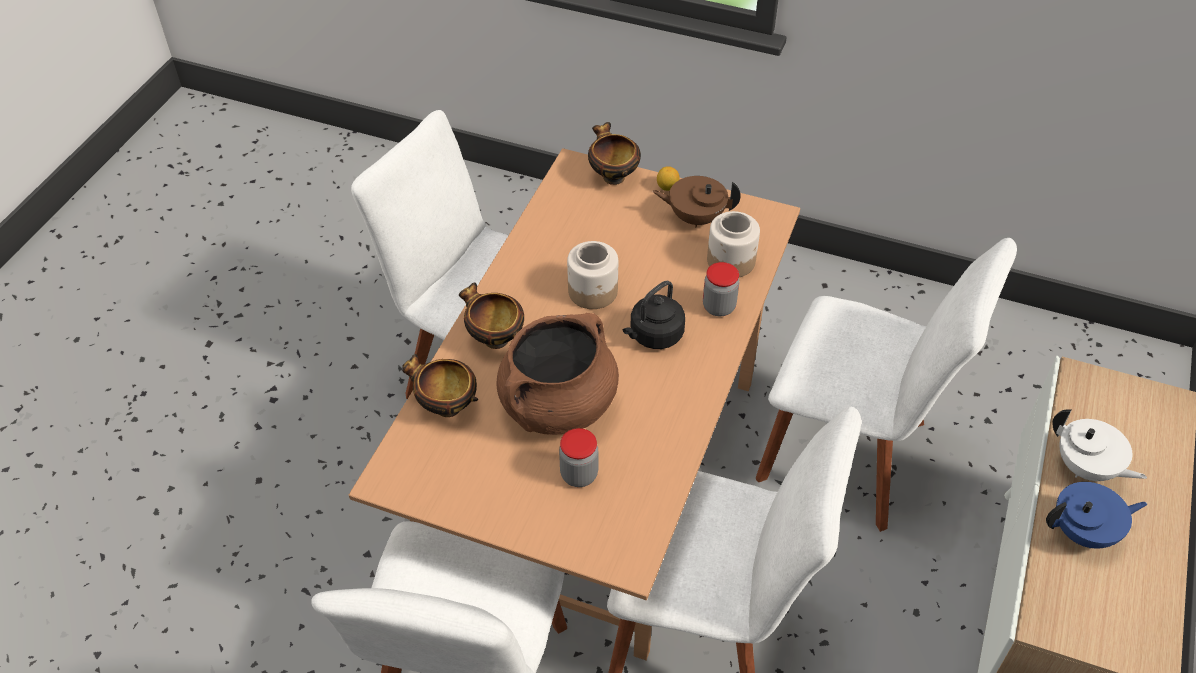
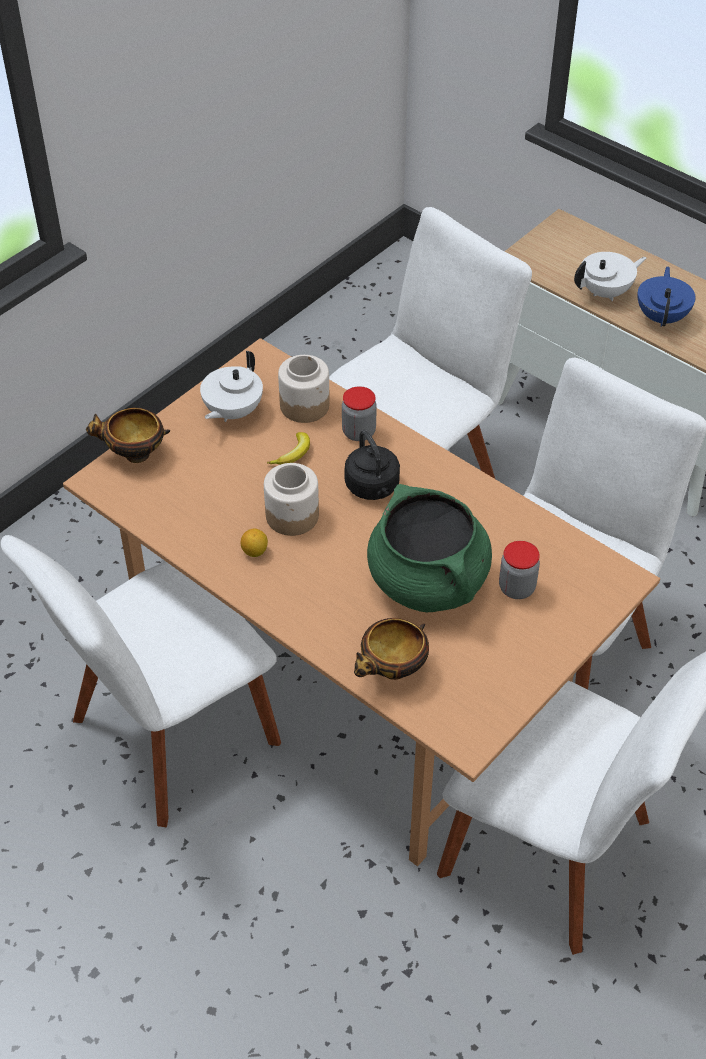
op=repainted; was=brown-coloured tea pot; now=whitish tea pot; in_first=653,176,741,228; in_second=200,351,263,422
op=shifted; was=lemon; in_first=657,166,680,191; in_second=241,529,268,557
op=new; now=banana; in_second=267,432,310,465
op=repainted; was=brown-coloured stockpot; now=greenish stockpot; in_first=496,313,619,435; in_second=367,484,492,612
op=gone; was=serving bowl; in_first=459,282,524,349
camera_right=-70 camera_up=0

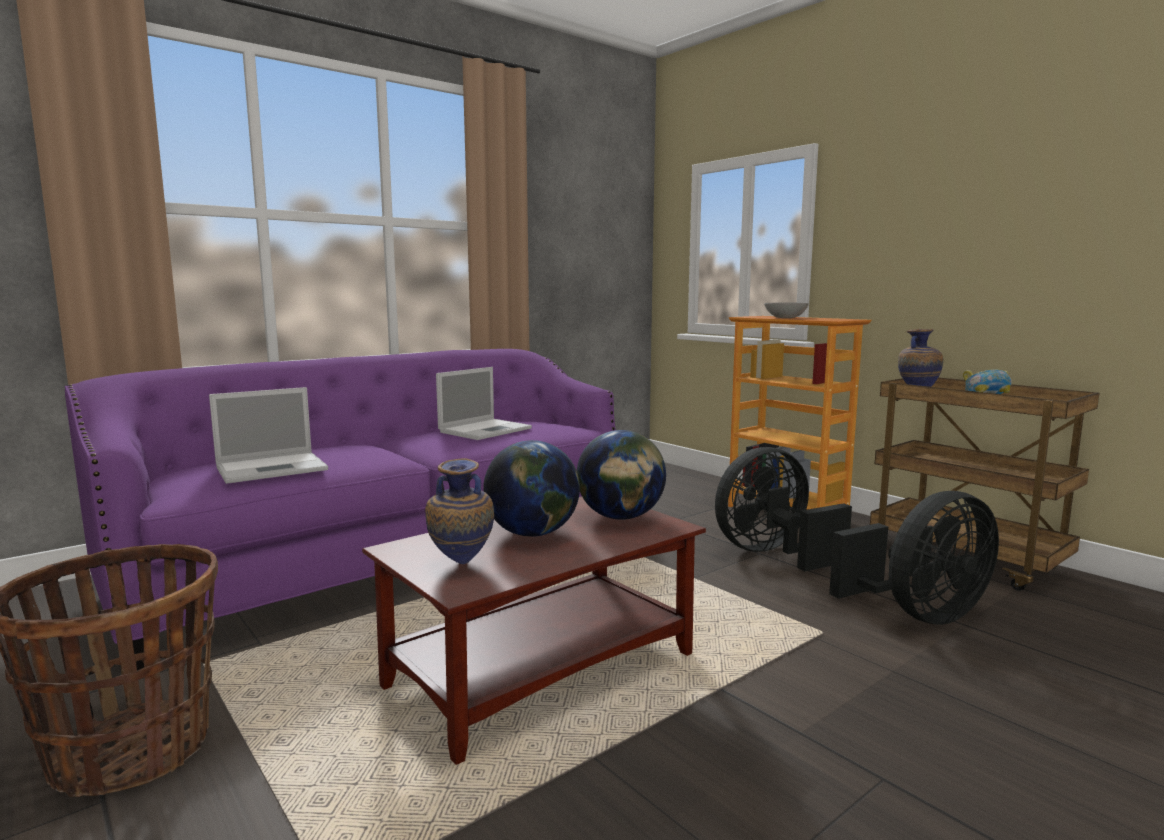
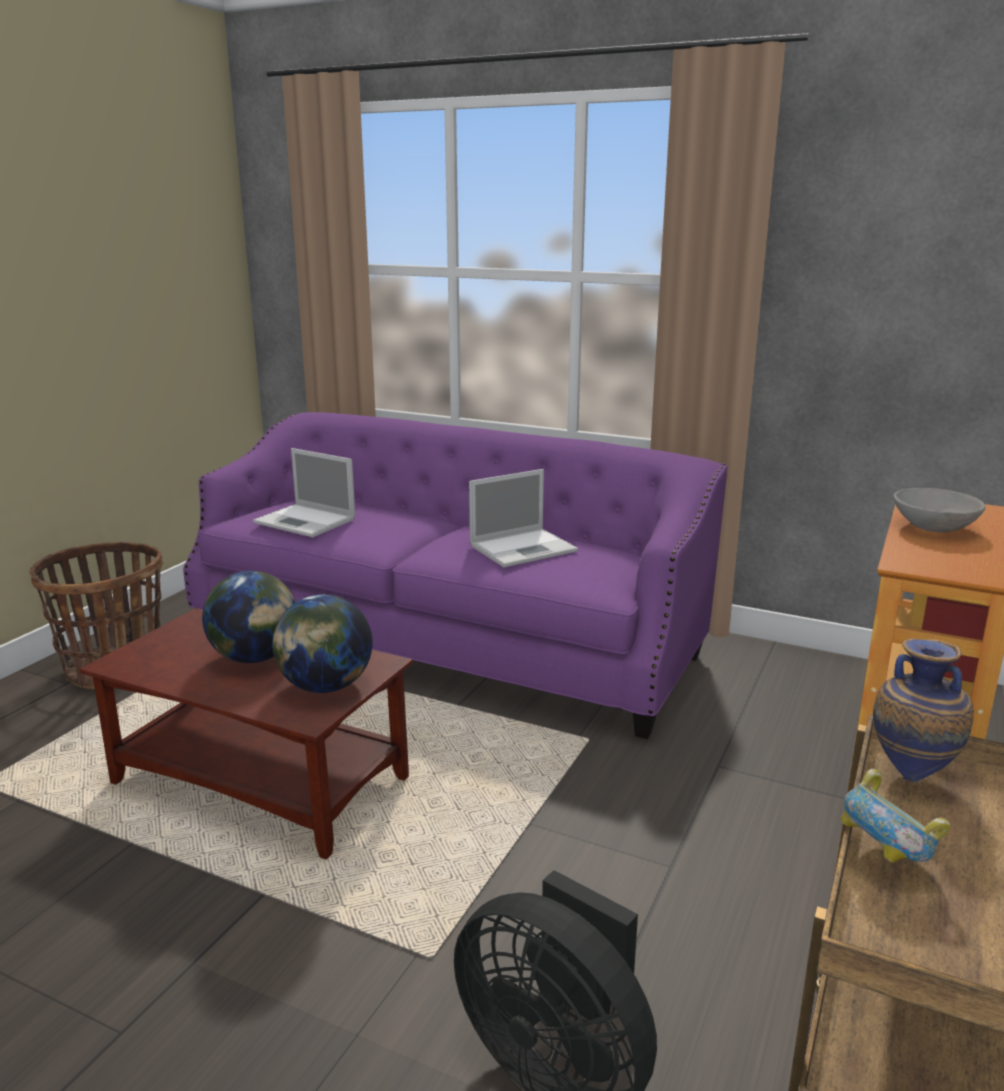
op=rotated; was=laptop; in_first=436,367,532,440; in_second=469,469,578,567; clockwise=-45
op=gone; was=flower vase; in_first=425,458,494,564
op=gone; was=blackish fan; in_first=715,447,852,571
camera_right=65 camera_up=10

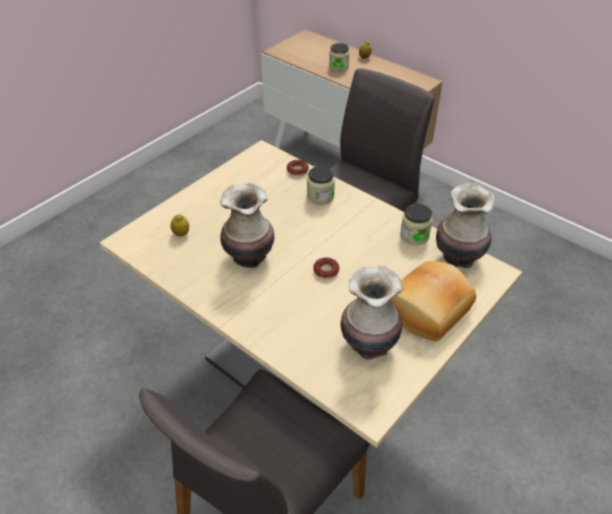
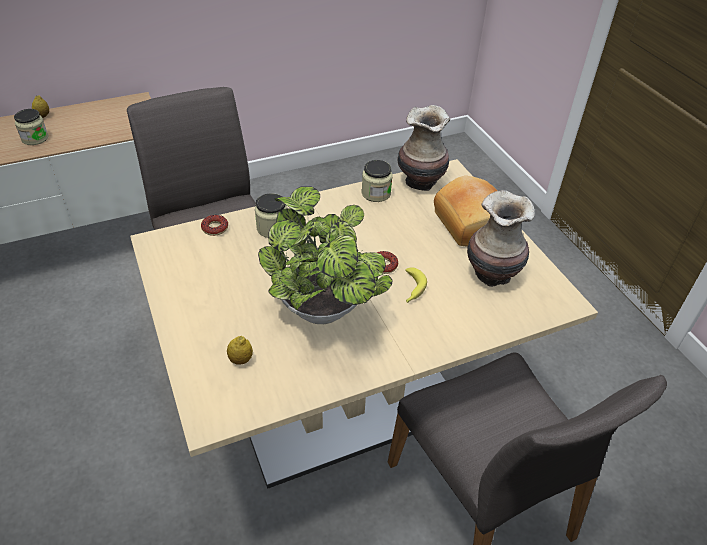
op=swapped; was=flower vase; now=plant in a pot; in_first=220,183,275,268; in_second=258,187,392,324
op=new; now=banana; in_second=406,267,427,303
camera_right=-65 camera_up=0

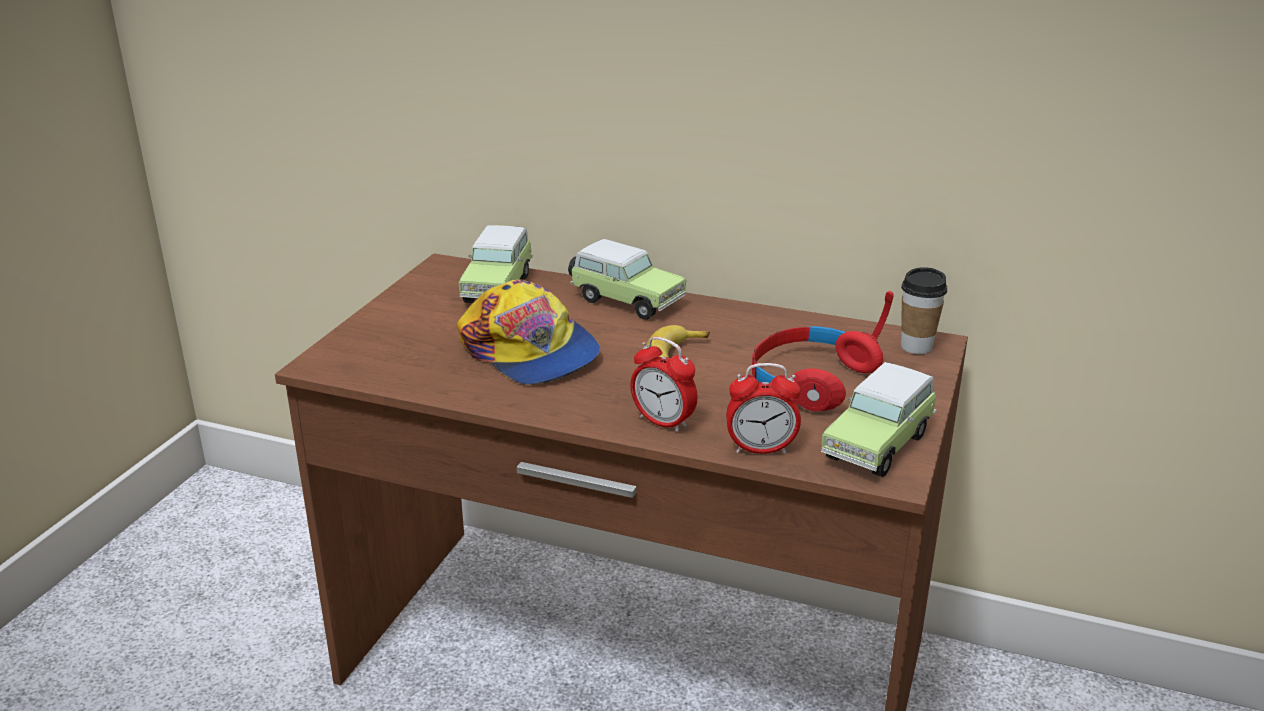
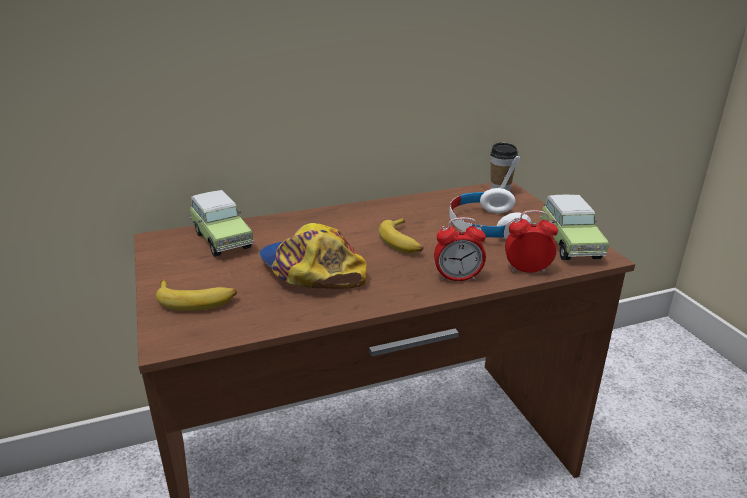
op=new; now=banana; in_second=156,280,237,311
op=rotated; was=cap; in_first=456,280,600,385; in_second=259,223,367,289; clockwise=-135
op=repainted; was=reddish headset; now=whitish headset; in_first=752,291,894,412; in_second=449,156,532,239
op=rotated; was=bedside clock; in_first=726,363,801,454; in_second=505,210,558,274; clockwise=-135
op=gone; was=miniature car; in_first=568,239,686,320
camera_right=-40 camera_up=0

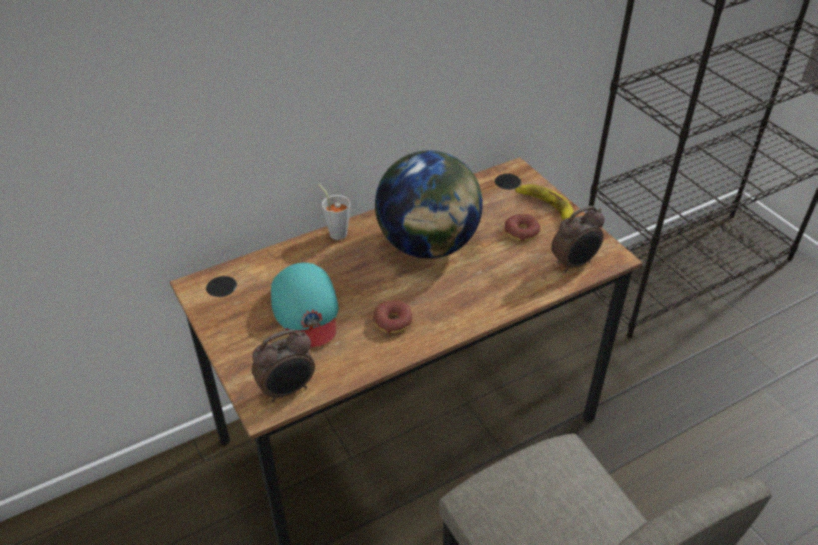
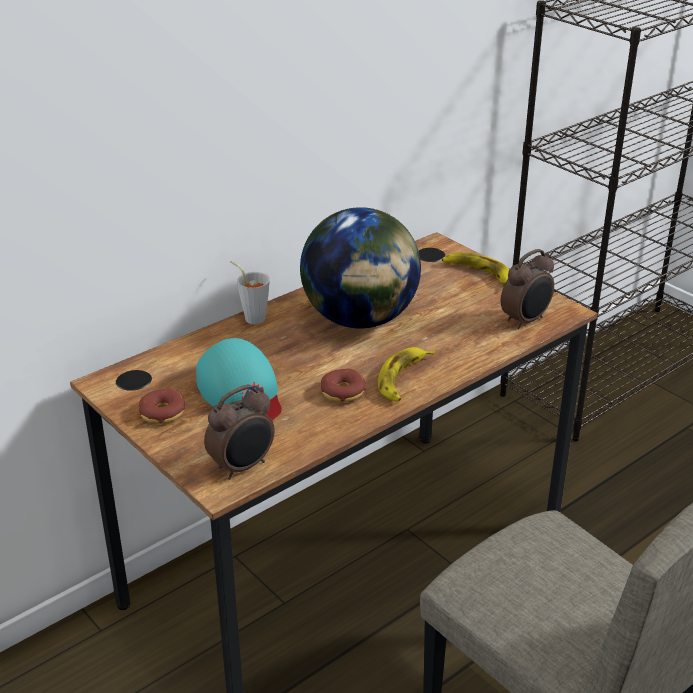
op=shifted; was=donut; in_first=505,214,540,241; in_second=139,388,185,424
op=new; now=banana; in_second=378,347,435,402
camera_right=-10 camera_up=-10

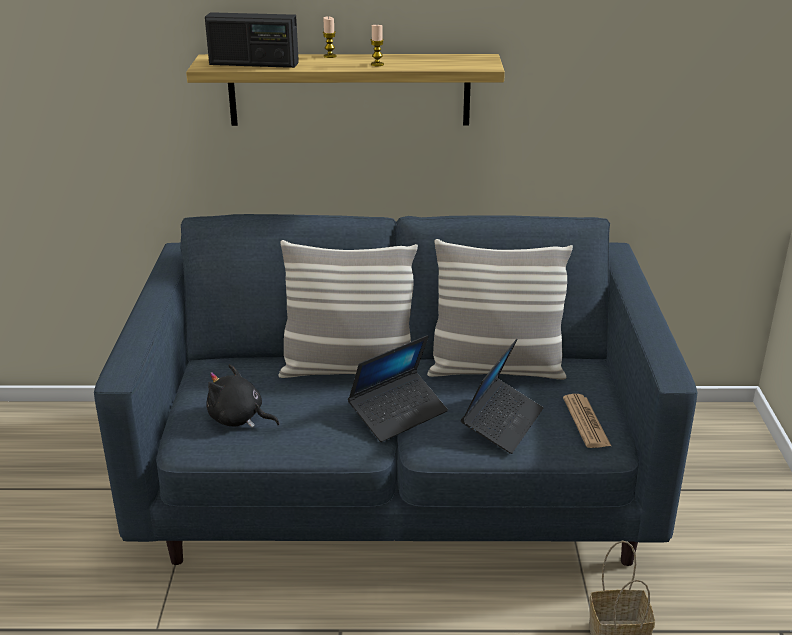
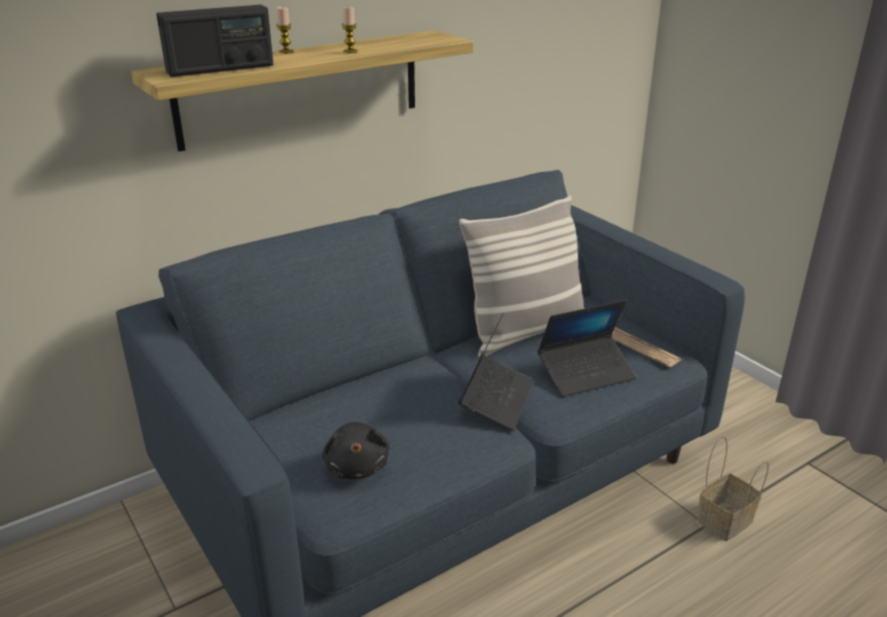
op=rotated; was=blackish soft toy; in_first=206,364,280,428; in_second=322,422,390,479; clockwise=-90
op=rotated; was=laptop; in_first=461,339,543,454; in_second=537,300,636,397; clockwise=75
op=gone; was=cushion; in_first=278,240,418,378
camera_right=-35 camera_up=0

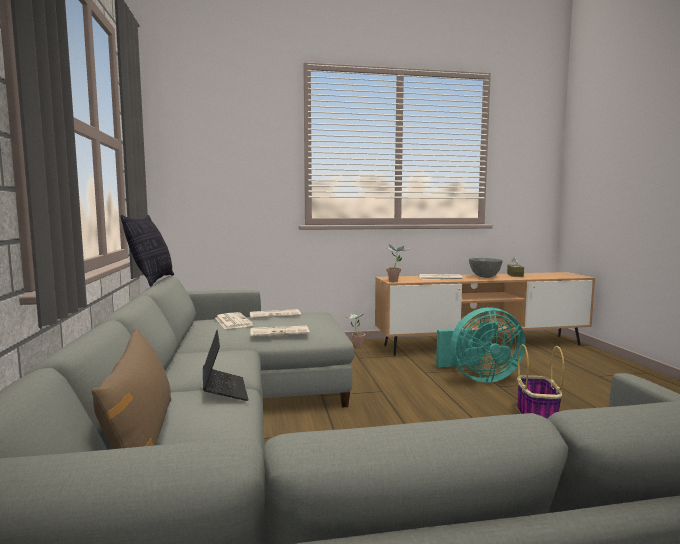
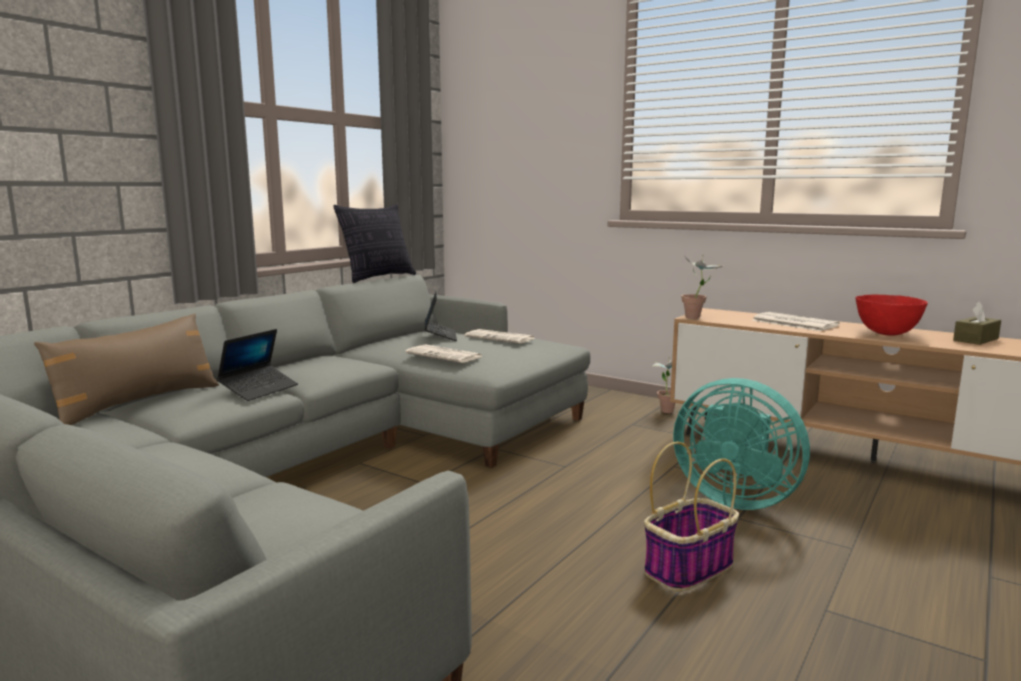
op=swapped; was=printed paper; now=laptop; in_first=215,312,254,329; in_second=425,292,457,341
op=repainted; was=gray serving bowl; now=reddish serving bowl; in_first=469,258,503,278; in_second=856,295,928,335
camera_right=45 camera_up=5

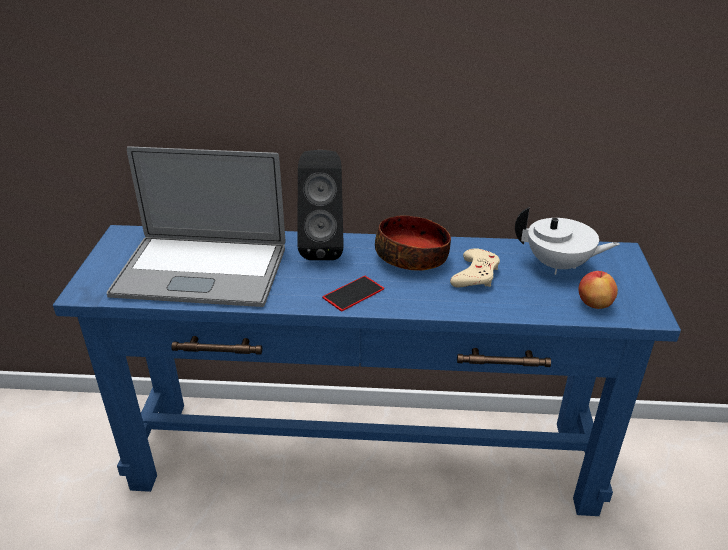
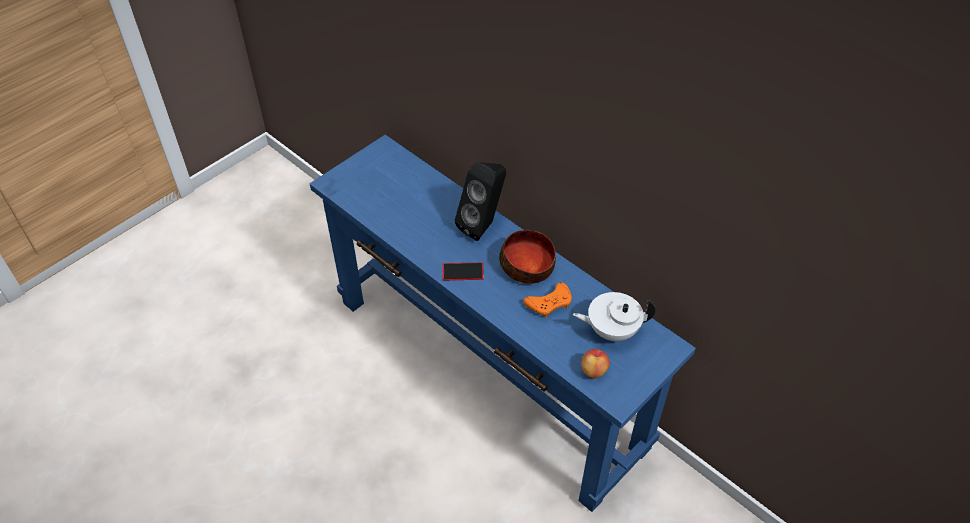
op=repainted; was=beige game controller; now=orangey game controller; in_first=450,248,500,287; in_second=524,282,572,318
op=rotated; was=whitish tea pot; in_first=515,207,620,275; in_second=573,292,655,341; clockwise=120
op=gone; was=laptop; in_first=107,146,285,307
camera_right=40 camera_up=15

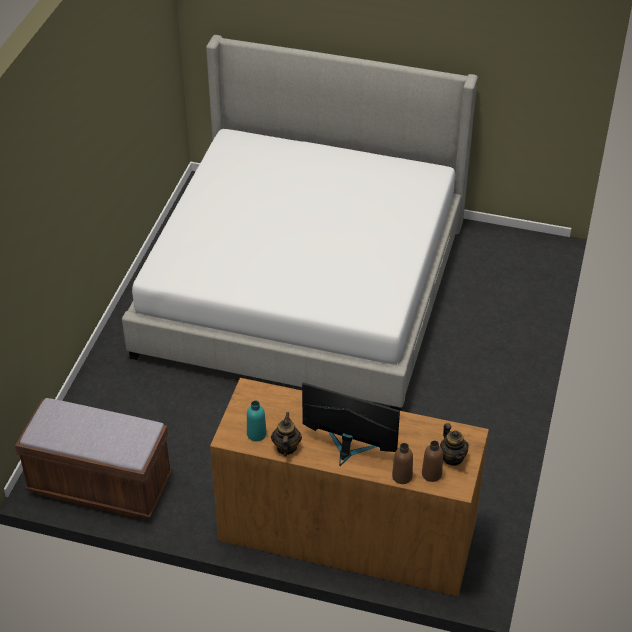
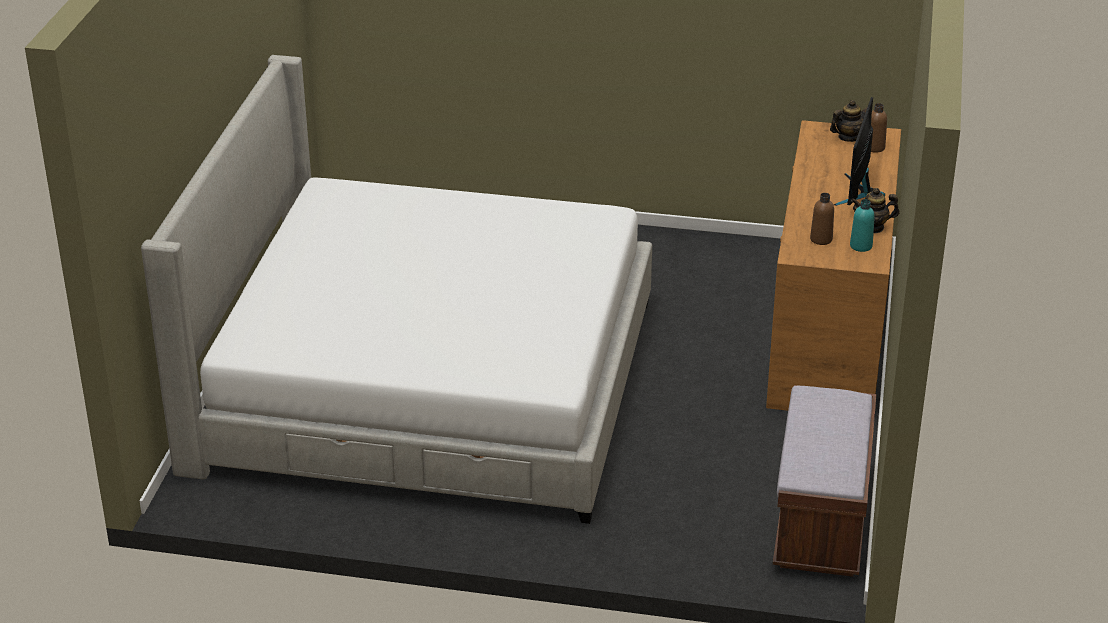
op=shifted; was=brown-coloured beverage bottle; in_first=392,443,413,484; in_second=810,193,834,245
camera_right=-95 camera_up=-10

